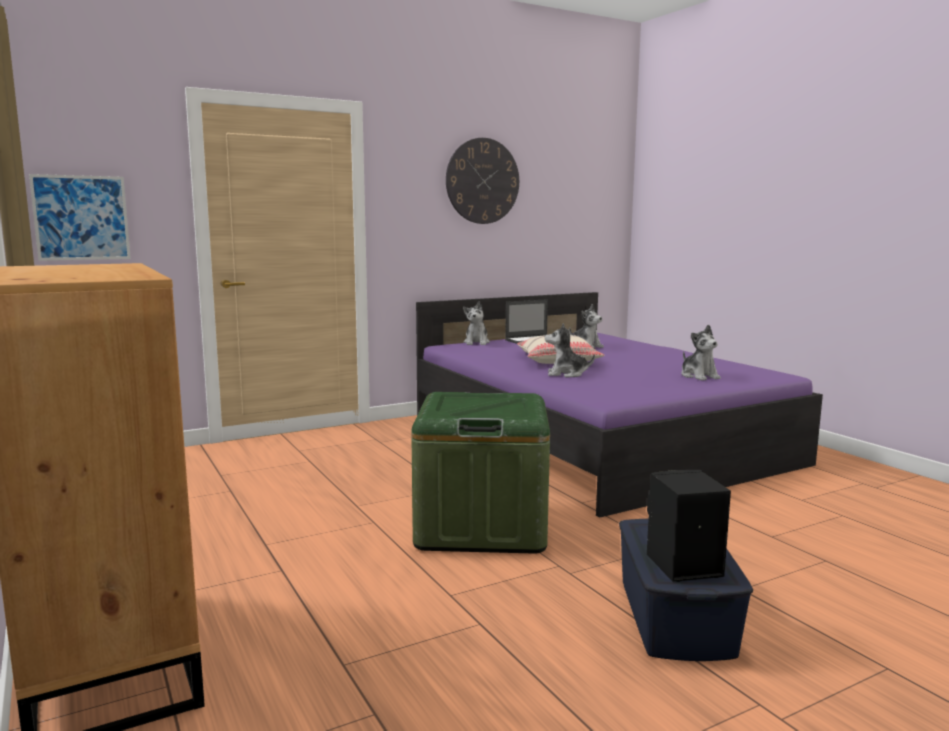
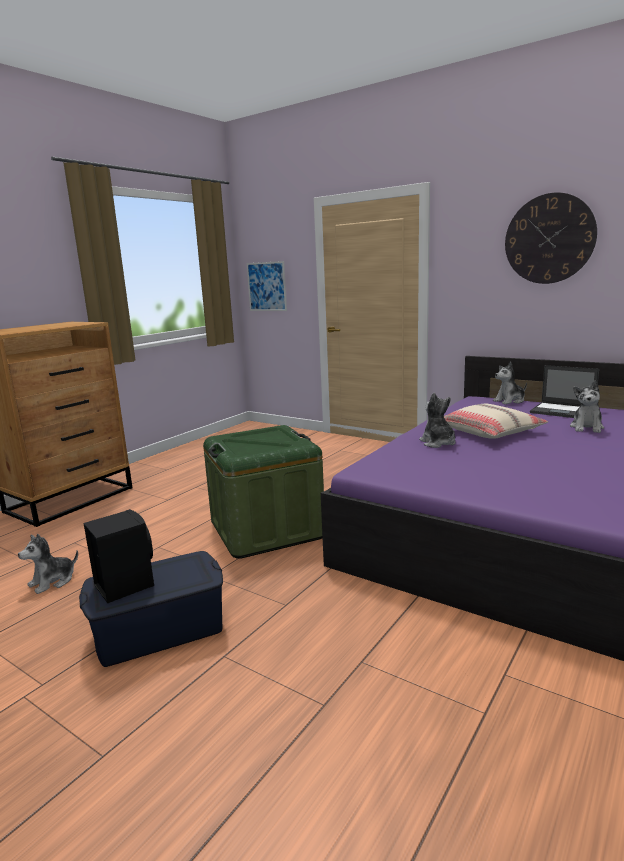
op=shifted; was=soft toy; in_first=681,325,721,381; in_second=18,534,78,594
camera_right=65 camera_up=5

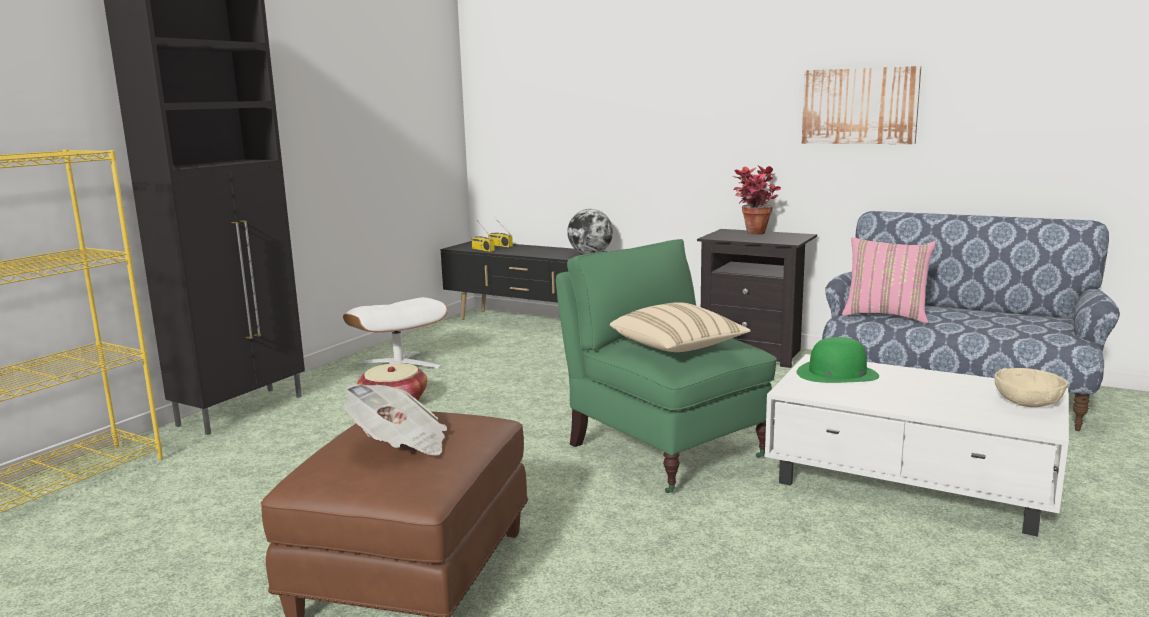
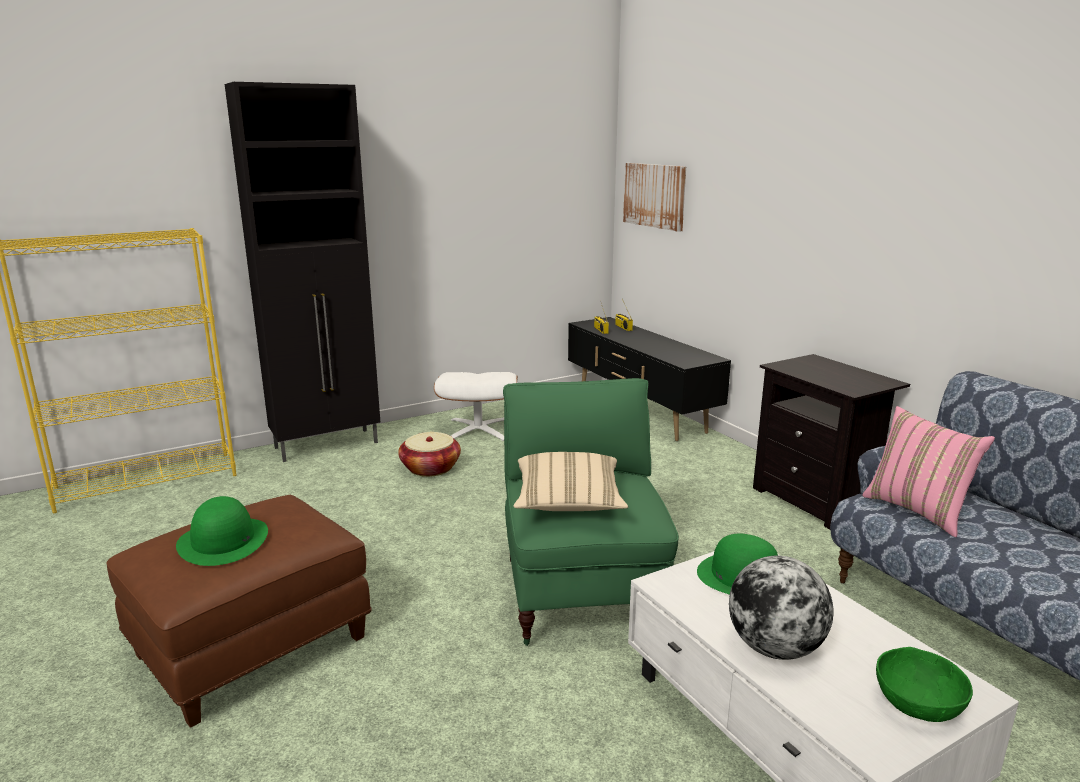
op=swapped; was=printed paper; now=greenish clothing hat; in_first=344,384,447,456; in_second=176,496,268,566
op=shifted; was=wall picture; in_first=802,66,921,144; in_second=623,163,686,232
op=shifted; was=world globe; in_first=567,209,613,254; in_second=729,556,834,660
op=repainted; was=beige serving bowl; now=greenish serving bowl; in_first=994,368,1068,407; in_second=876,647,973,722
op=gone; was=plant in a pot; in_first=734,165,781,235
camera_right=30 camera_up=5

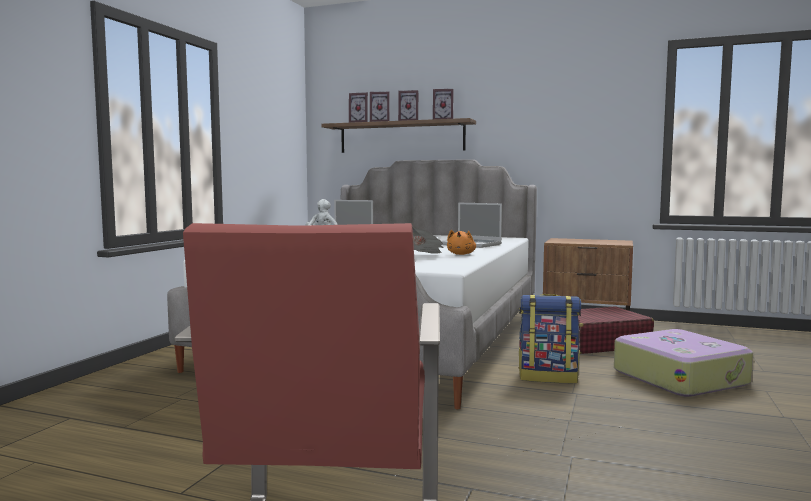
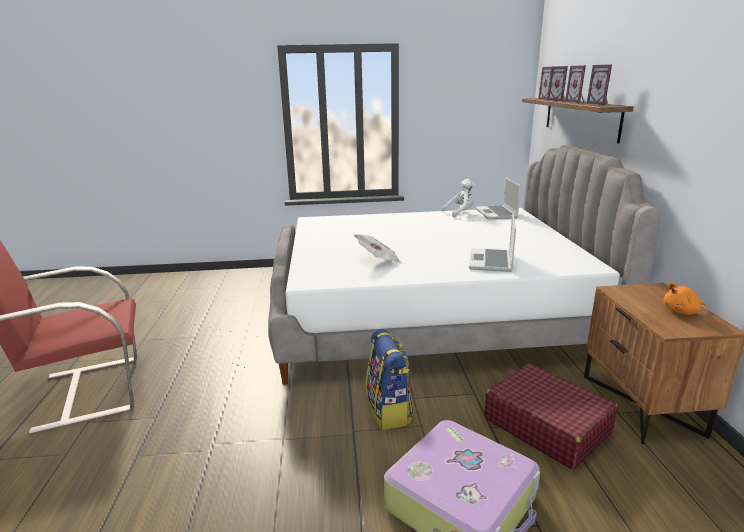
op=shifted; was=orangey soft toy; in_first=447,230,476,255; in_second=663,282,706,315
camera_right=65 camera_up=15

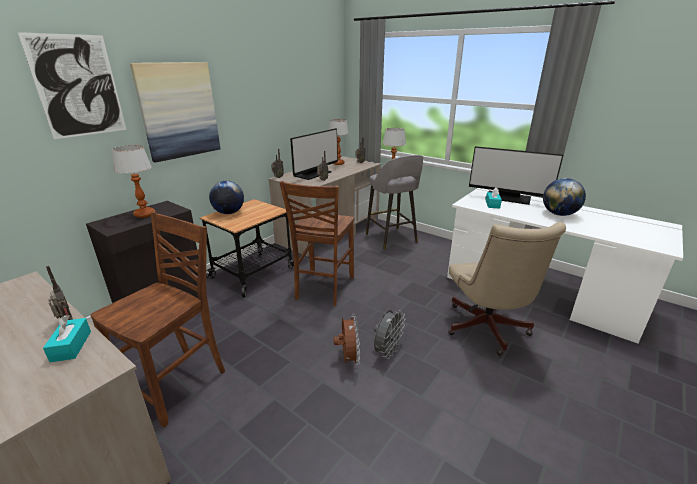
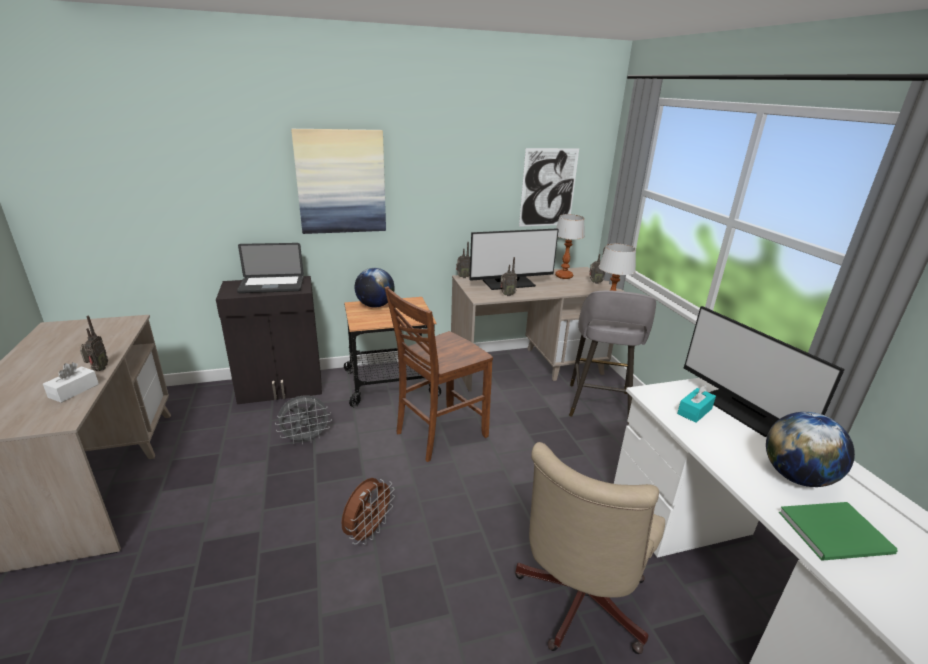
op=repainted; was=blue-green tissue holder; now=whitish tissue holder; in_first=43,315,91,362; in_second=43,362,99,403
op=swapped; was=lamp for a table; now=laptop; in_first=112,145,155,218; in_second=237,243,304,293
op=shifted; was=gray fan; in_first=374,310,405,359; in_second=275,395,332,445
op=shifted; was=wall picture; in_first=18,32,126,139; in_second=519,148,579,227
op=new; now=greenish volume; in_second=779,502,898,561
op=gone; was=brown-coloured upright chair; in_first=90,212,225,428
camera_right=35 camera_up=0

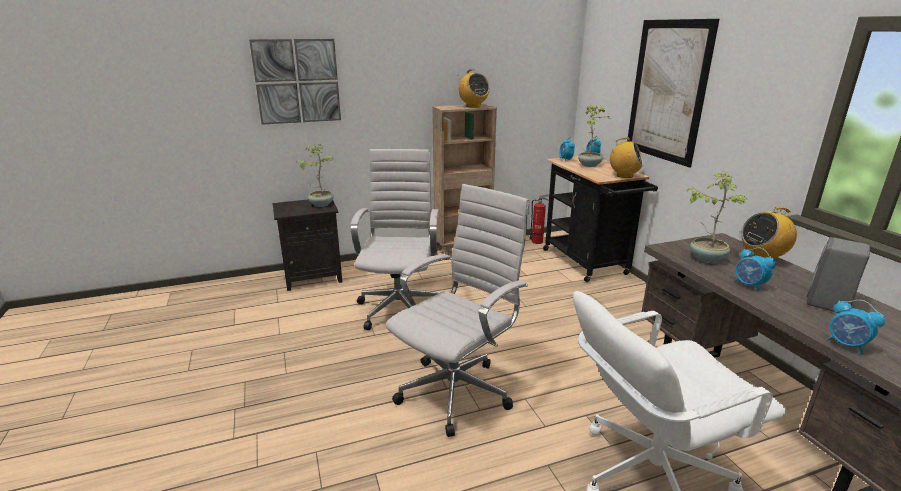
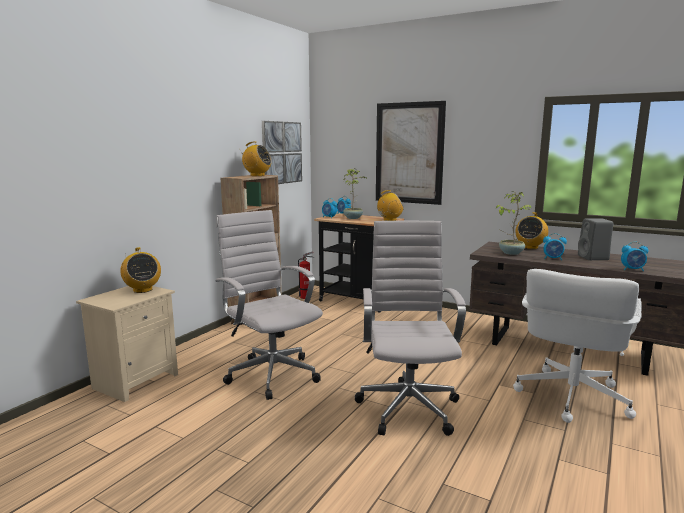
op=repainted; was=blackish bedside table; now=beige bedside table; in_first=273,200,342,291; in_second=76,286,178,402
op=swapped; was=plant in a pot; now=radio receiver; in_first=296,143,334,207; in_second=120,247,161,293
op=shifted; was=wall picture; in_first=249,39,341,125; in_second=262,121,302,184
camera_right=-40 camera_up=-10

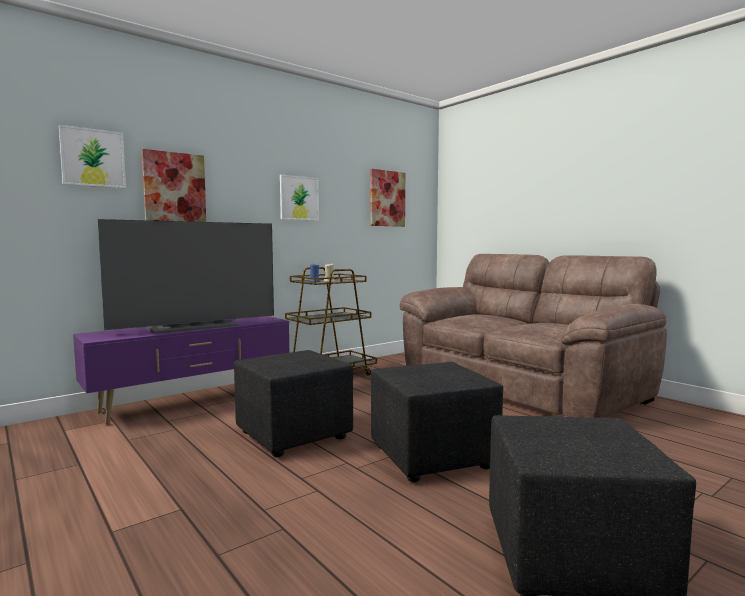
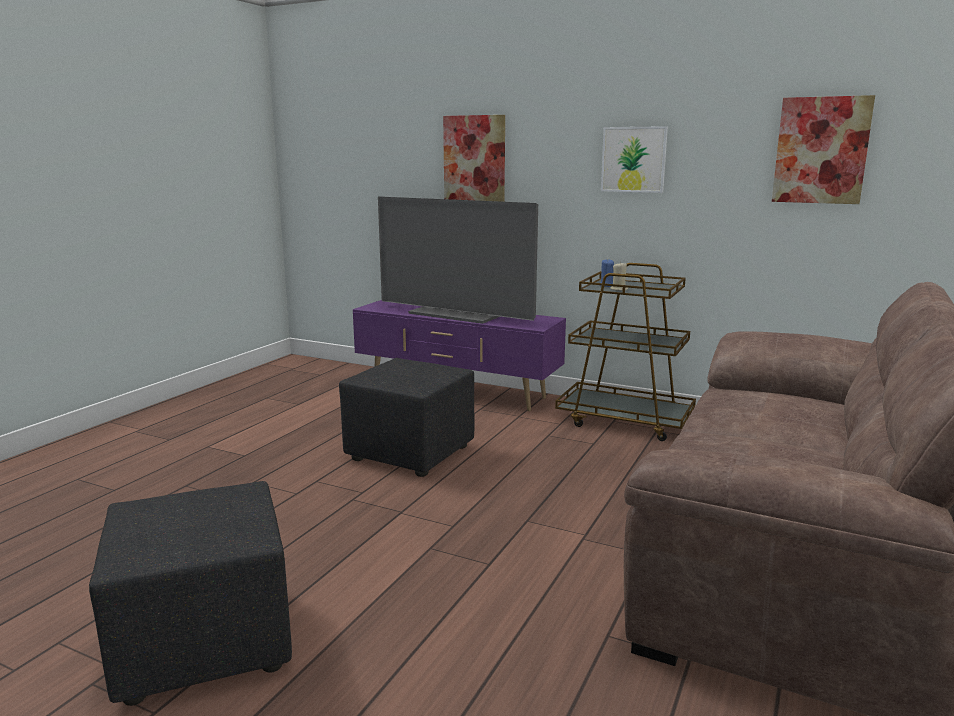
op=gone; was=wall picture; in_first=59,125,126,188
op=gone; was=blackish footrest; in_first=371,362,503,482
camera_right=65 camera_up=10

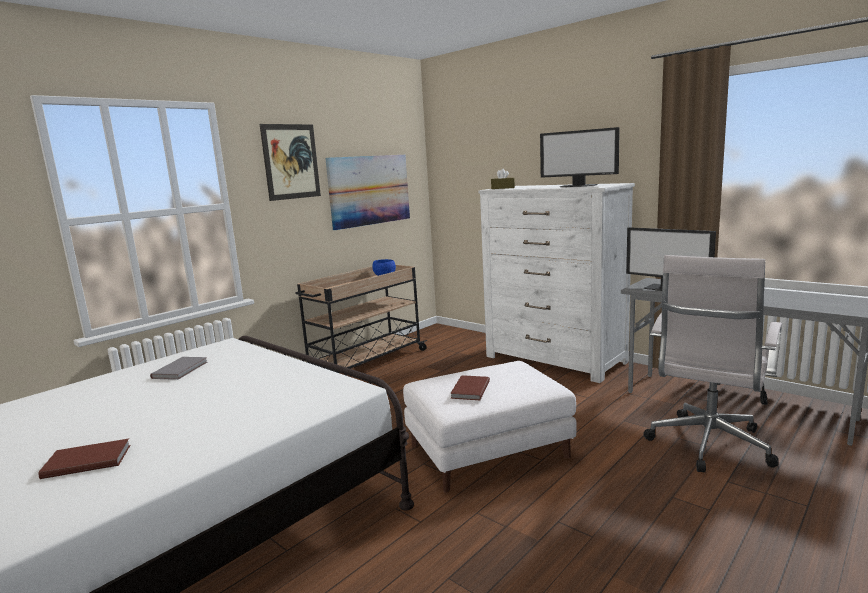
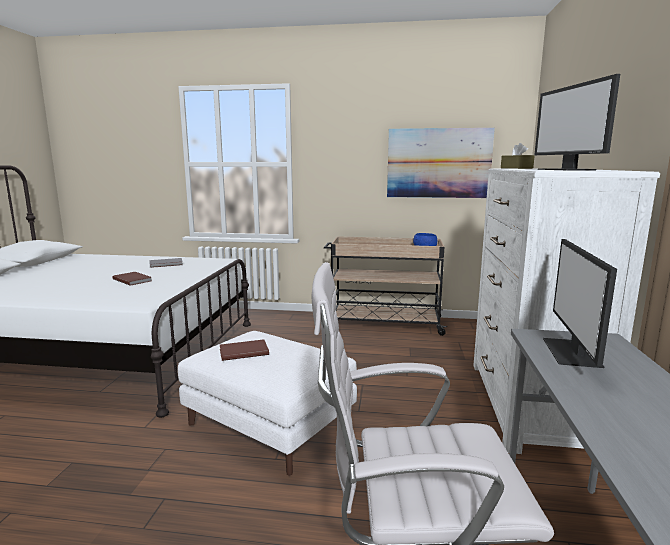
op=shifted; was=brown-coloured volume; in_first=38,439,130,479; in_second=113,272,151,286
op=gone; was=wall picture; in_first=260,124,321,201
camera_right=55 camera_up=0

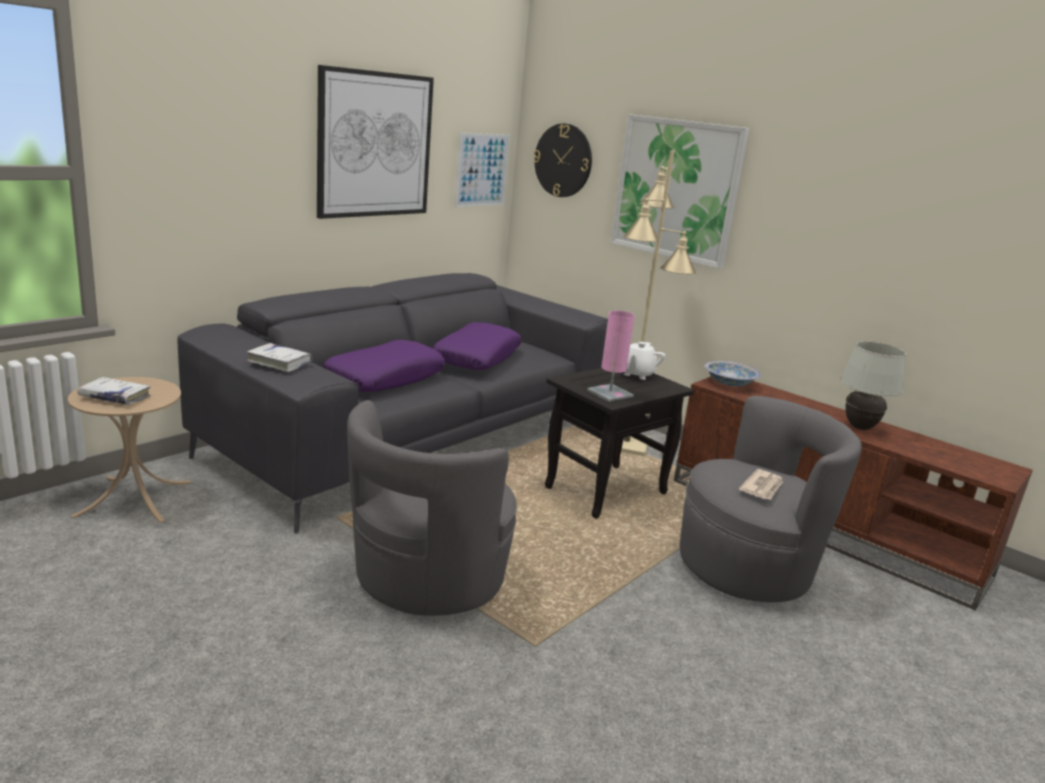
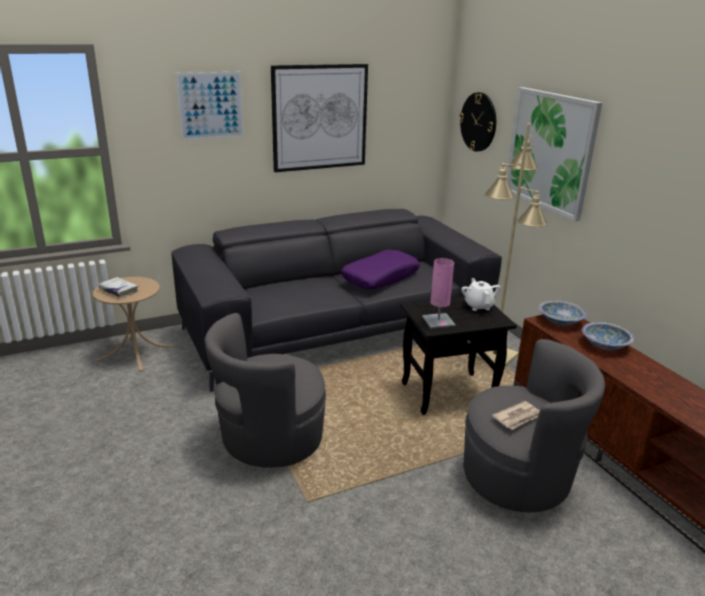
op=shifted; was=wall picture; in_first=455,132,510,207; in_second=176,72,244,140
op=rotated; was=whitish tea pot; in_first=623,342,665,380; in_second=461,278,500,311; clockwise=120
op=new; now=serving bowl; in_second=582,322,634,350
op=gone; was=whitish volume; in_first=247,343,312,372
op=gone; was=purple cushion; in_first=323,340,445,392
op=gone; was=whitish lamp for a table; in_first=840,342,906,430
camera_right=25 camera_up=5

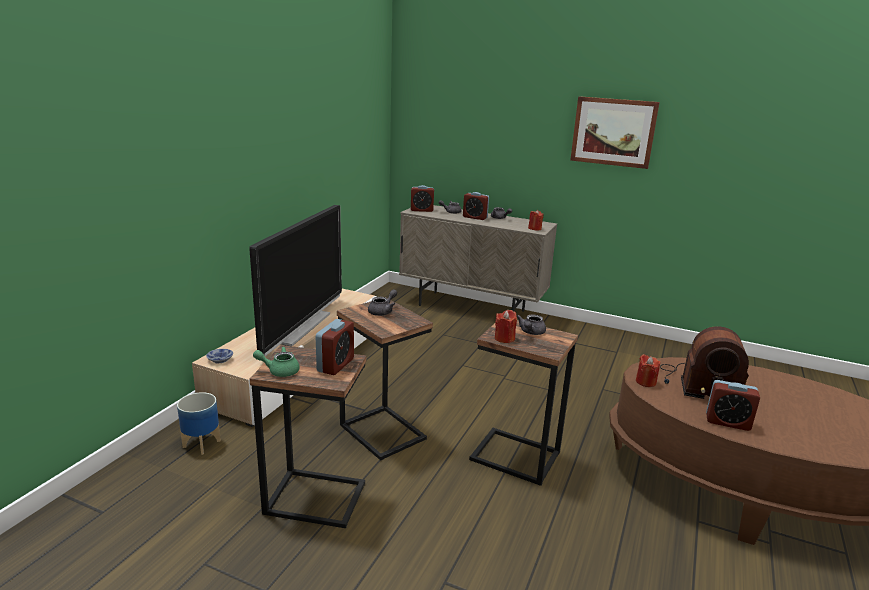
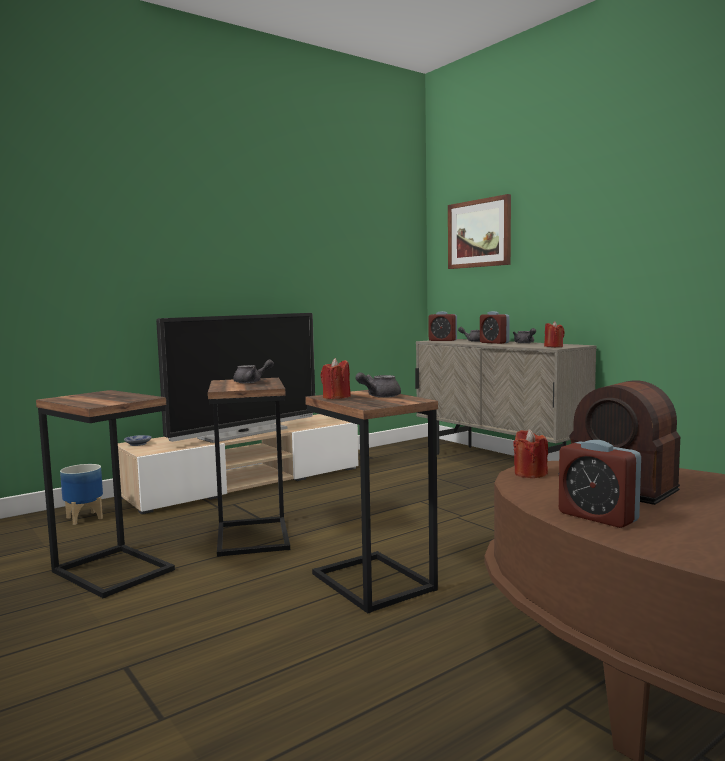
op=shifted; was=wall picture; in_first=570,96,660,169; in_second=448,194,511,269
op=gone; was=greenish tea pot; in_first=253,347,300,377
op=gone; was=bedside clock; in_first=316,319,354,375
camera_right=30 camera_up=-15

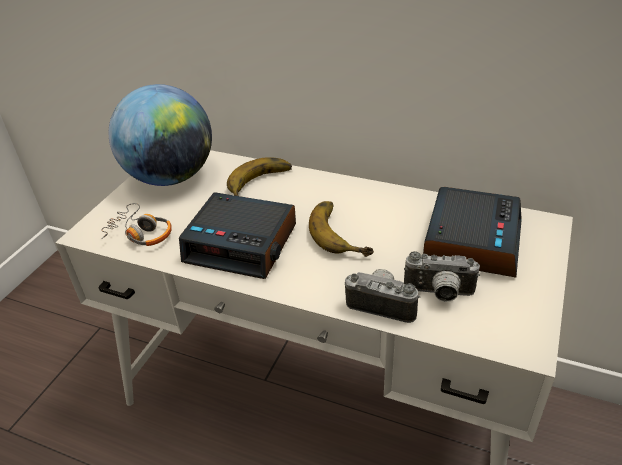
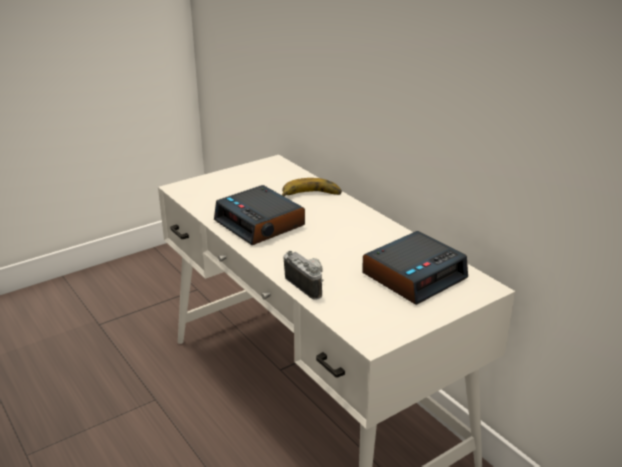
op=gone; was=headset; in_first=101,203,172,246
op=gone; was=world globe; in_first=109,84,212,186
op=gone; was=banana; in_first=309,201,374,257
op=gone; was=photo camera; in_first=404,251,480,302
camera_right=30 camera_up=-10

